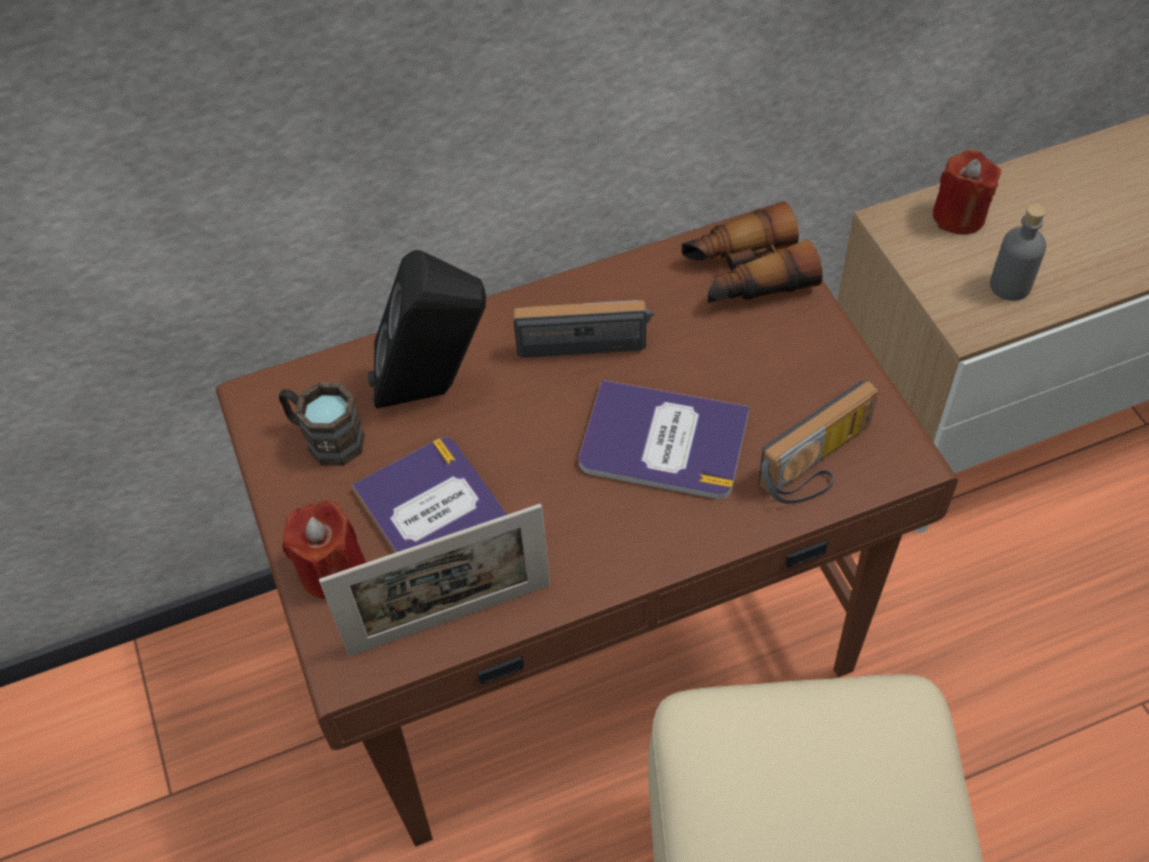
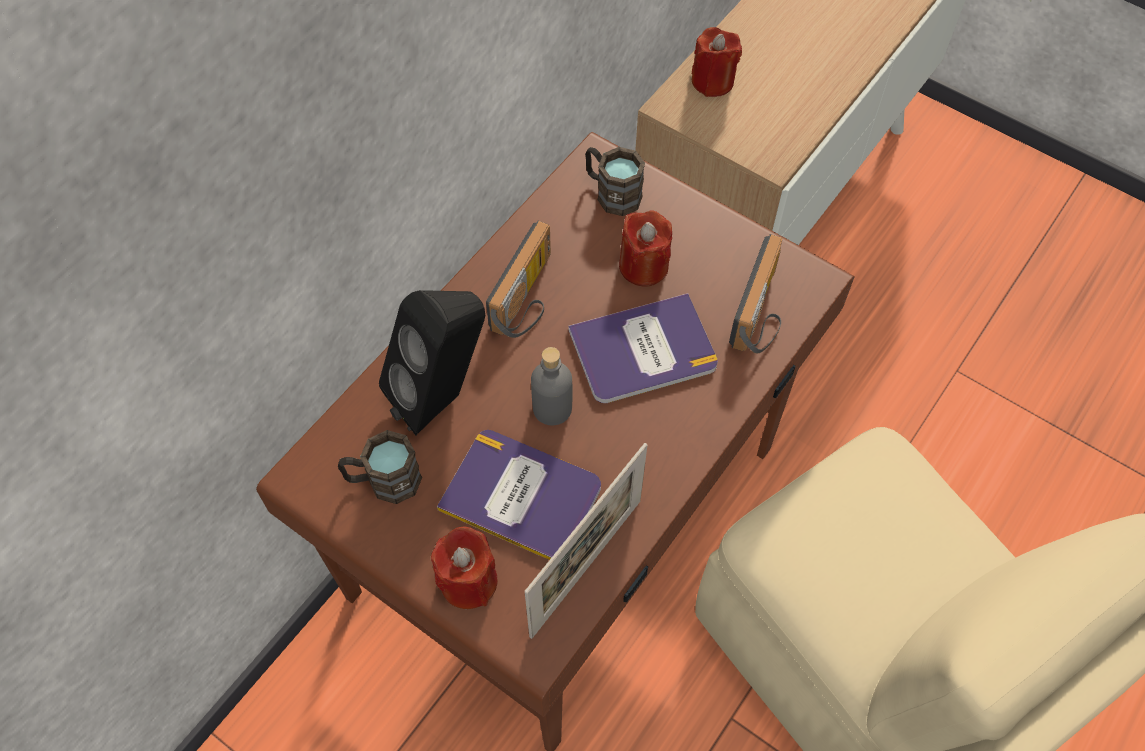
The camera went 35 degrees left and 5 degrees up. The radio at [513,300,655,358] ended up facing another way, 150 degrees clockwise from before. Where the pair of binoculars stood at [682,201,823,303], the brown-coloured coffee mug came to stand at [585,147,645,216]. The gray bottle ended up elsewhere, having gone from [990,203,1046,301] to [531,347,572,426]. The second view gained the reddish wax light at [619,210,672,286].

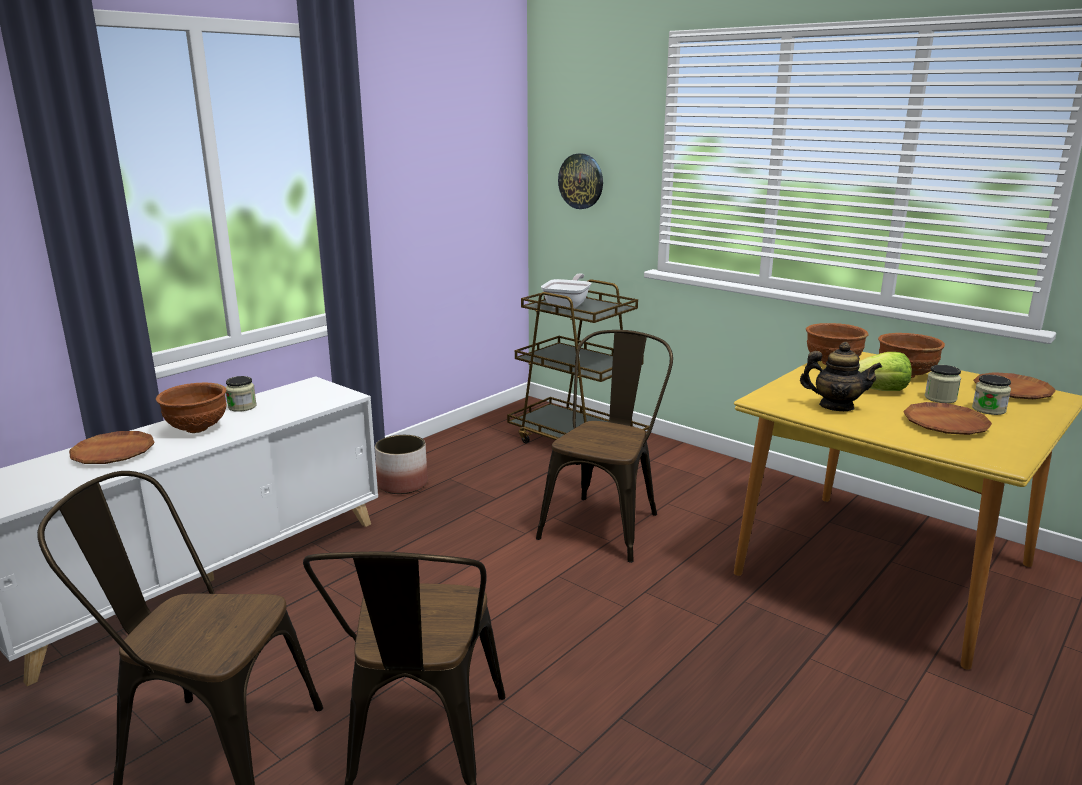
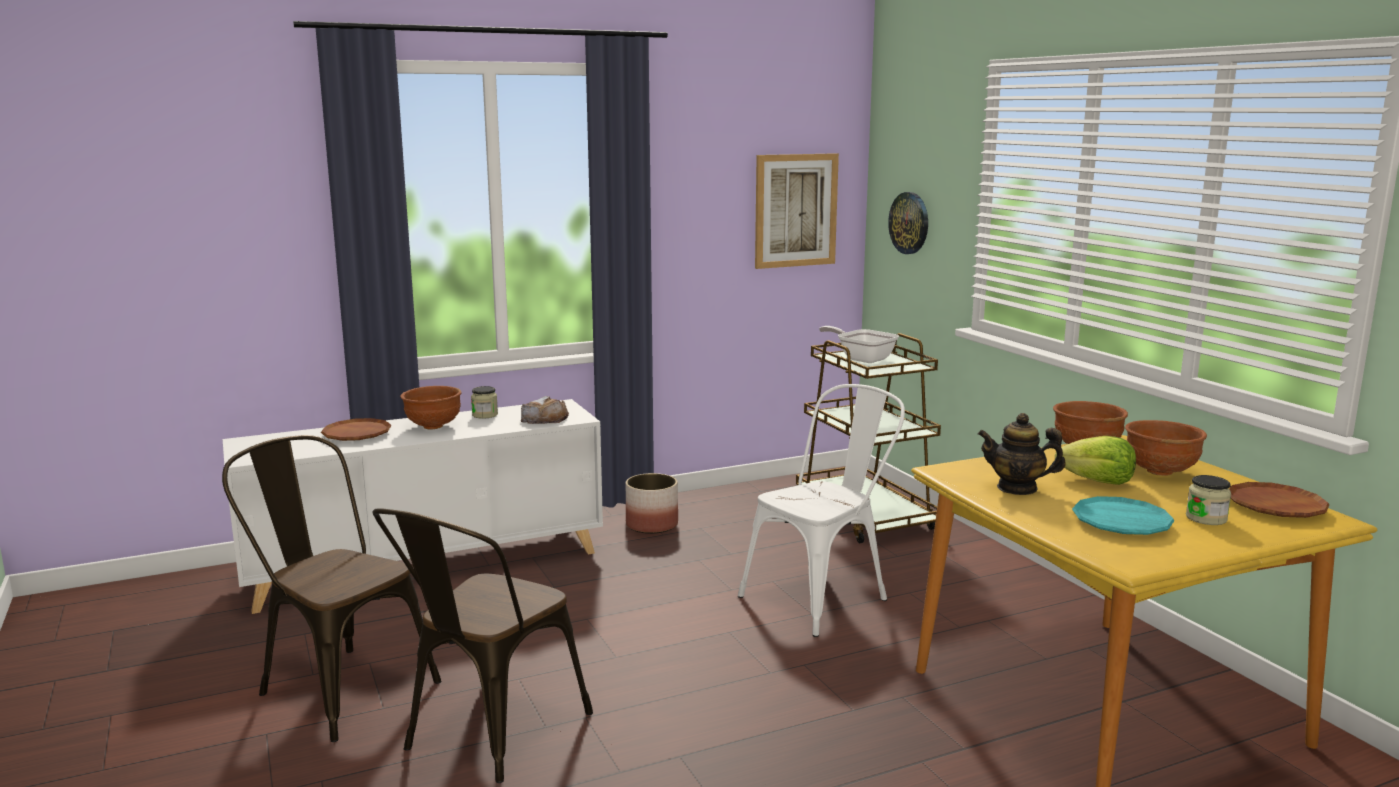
The camera went 25 degrees right and 5 degrees down. What was the brown-coloured plain chair at [536,330,673,563] turned into the white plain chair at [738,384,905,637]. The pan at [541,273,591,309] ended up facing another way, 90 degrees counterclockwise from before. The pot for tea at [800,342,882,411] ended up facing another way, 150 degrees clockwise from before. What was the brown-coloured flat dish at [903,402,992,435] turned into the turquoise flat dish at [1072,496,1174,535]. The second view lost the storage jar at [925,365,961,403]. The second view gained the bakery bread at [521,396,569,424]. The second view gained the picture at [755,153,839,269].

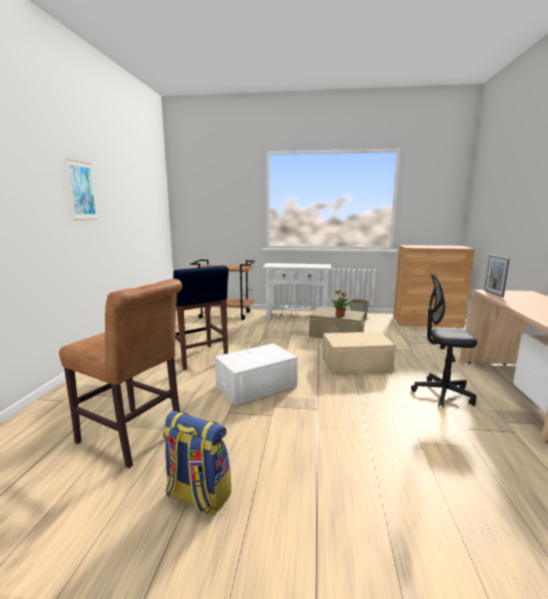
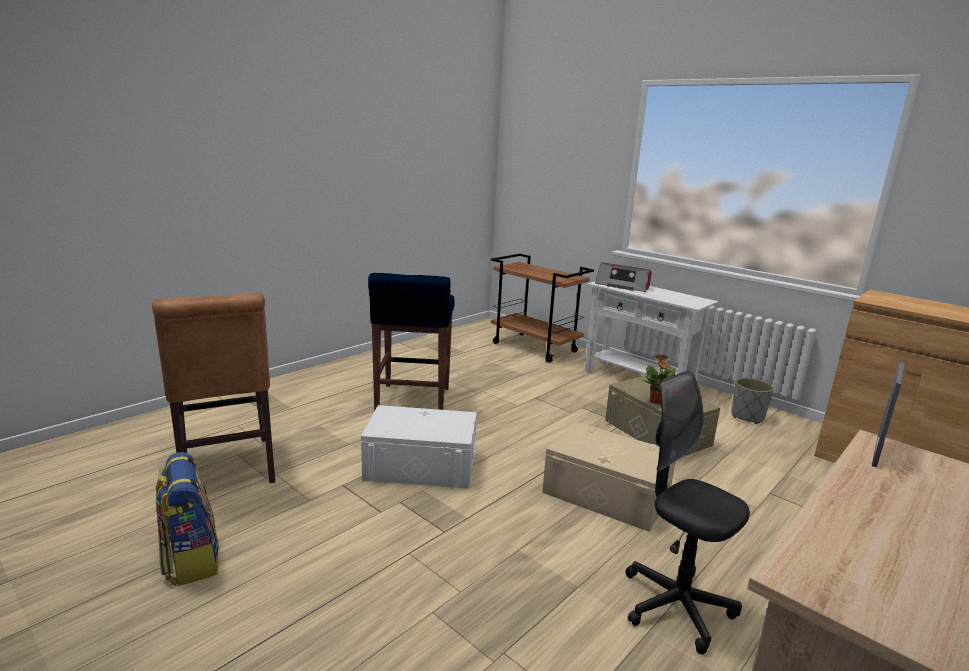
The camera went 35 degrees right and 5 degrees up. The second view lost the picture at [66,159,98,220]. The second view gained the radio at [595,262,652,292].

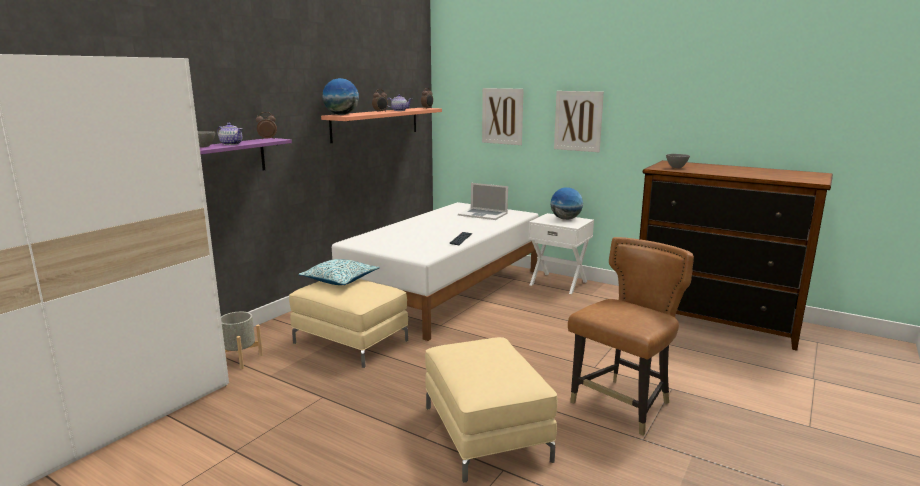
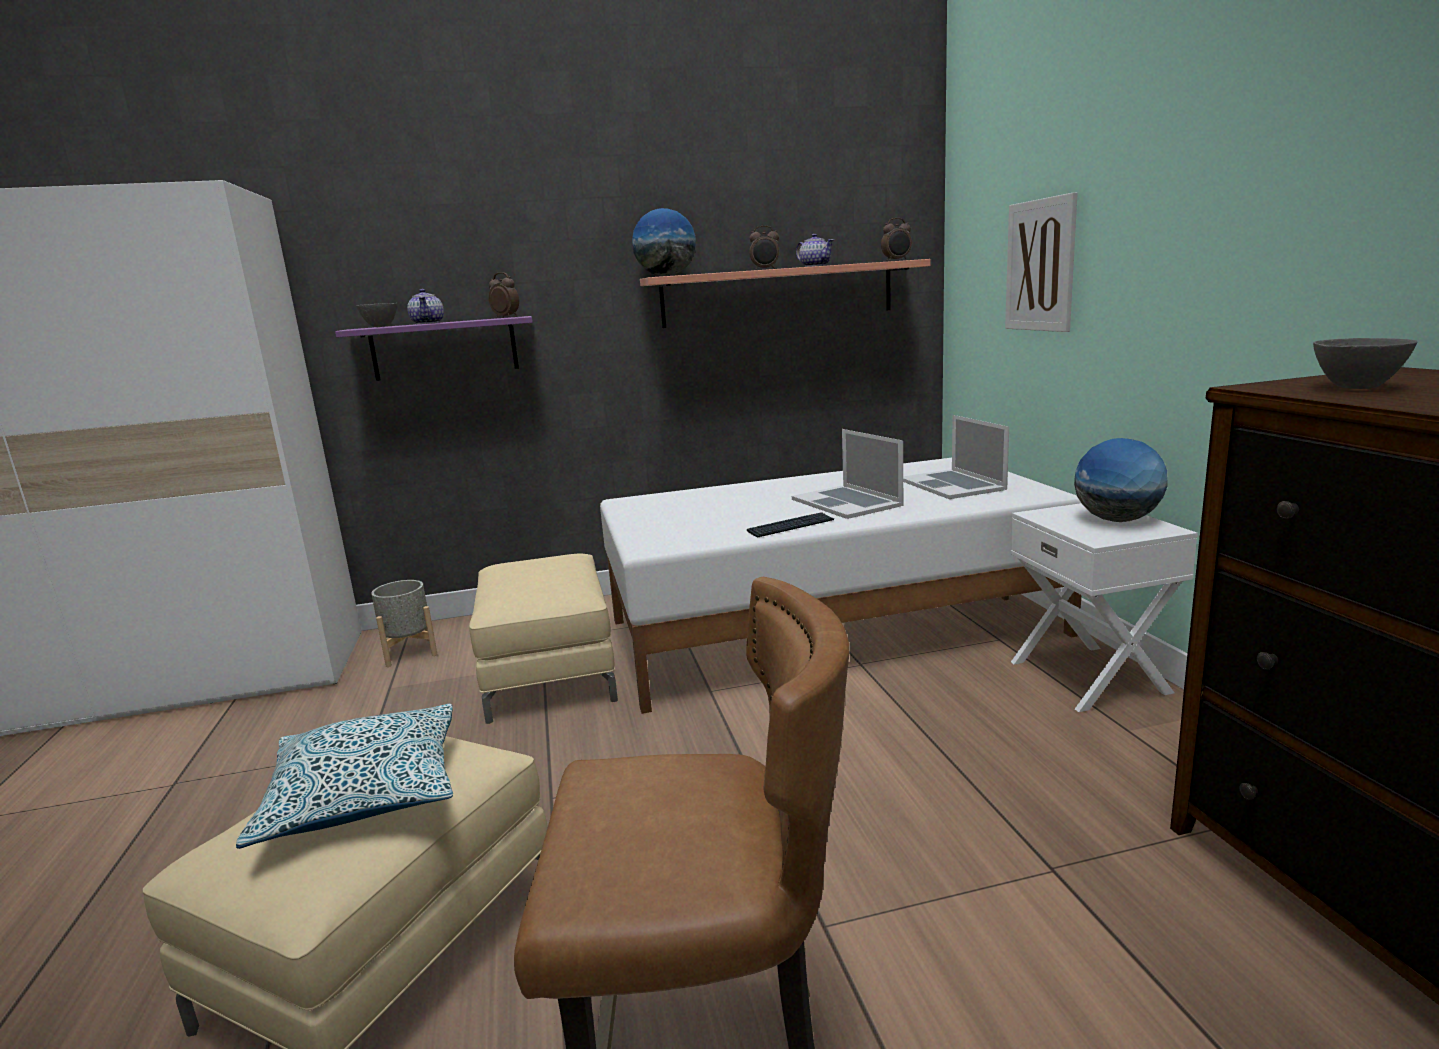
The camera went 45 degrees right and 0 degrees up. The throw pillow ended up elsewhere, having gone from [298,259,380,285] to [236,704,453,849]. The second view lost the picture at [554,91,604,152]. The second view gained the portable computer at [792,429,903,519].

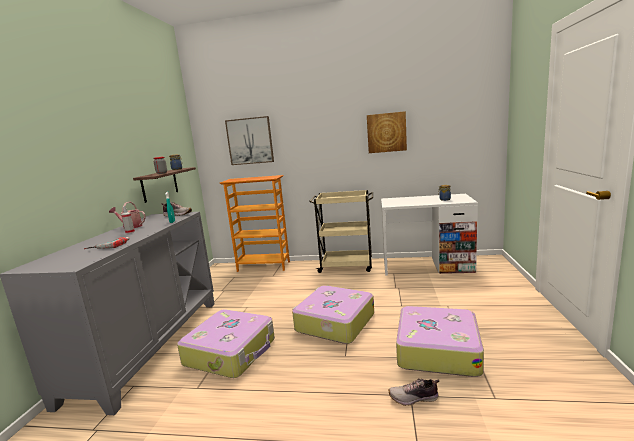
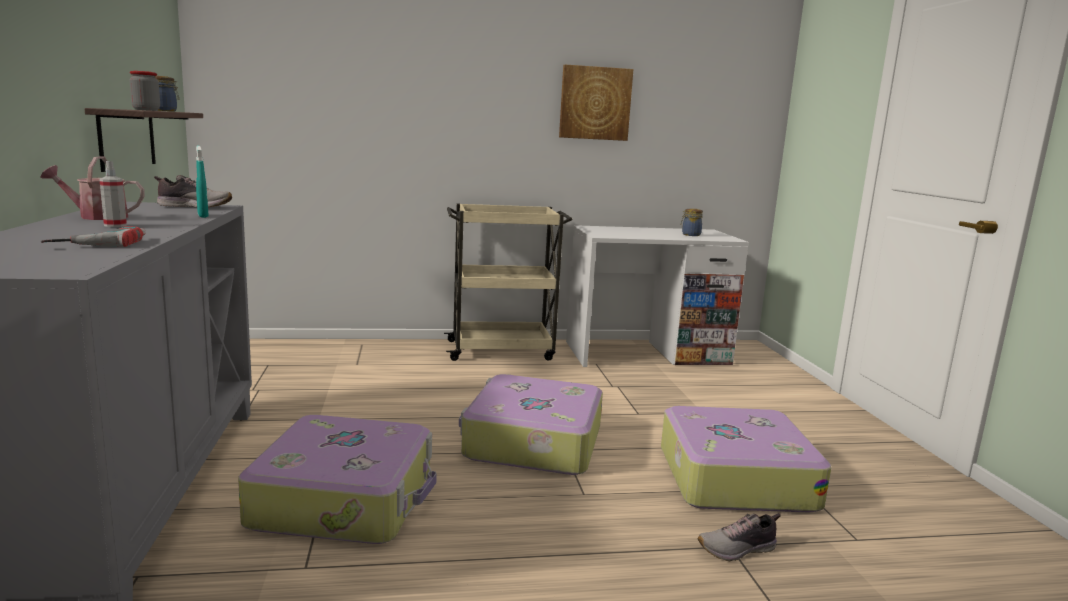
The camera went 20 degrees left and 0 degrees up. The second view lost the shelving unit at [220,175,290,272]. The second view lost the picture at [225,116,274,165].

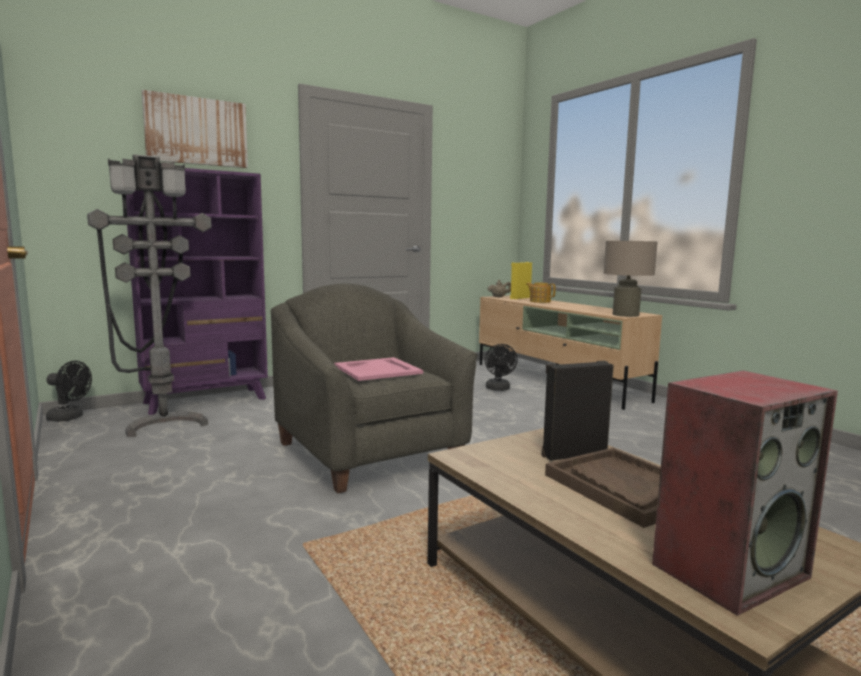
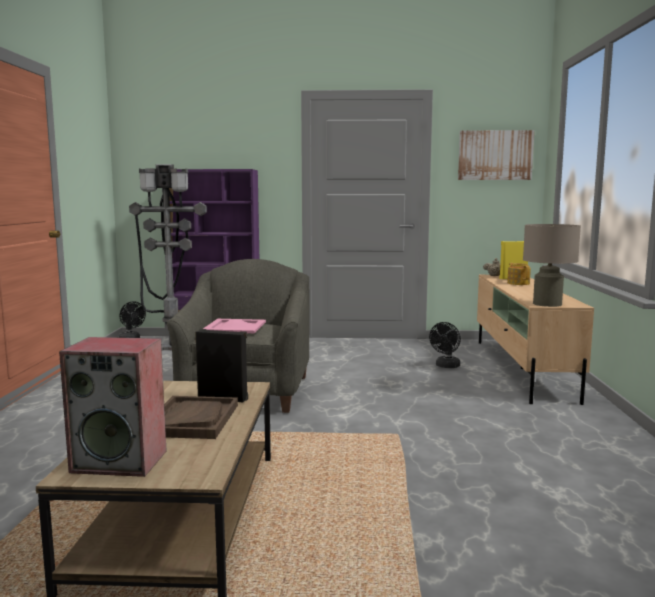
The camera went 35 degrees right and 0 degrees up. The picture ended up elsewhere, having gone from [142,90,248,168] to [458,130,534,180].

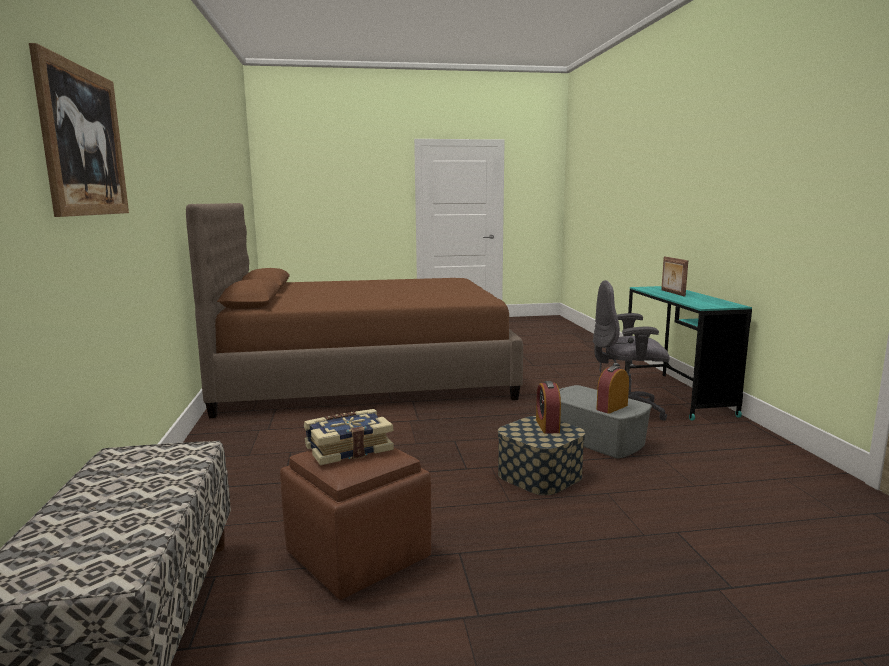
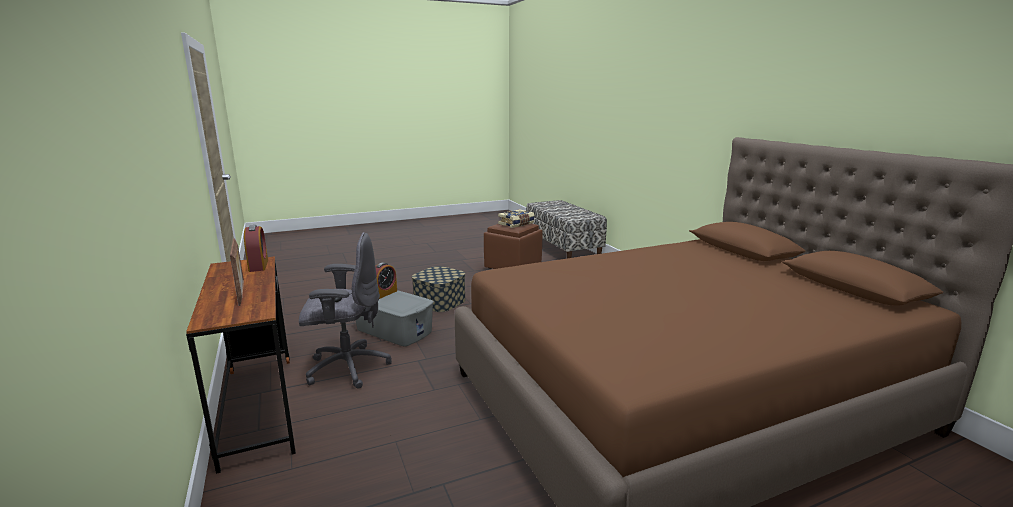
The camera went 165 degrees right and 5 degrees up. The second view lost the picture at [29,43,129,217]. The bedside clock ended up elsewhere, having gone from [536,381,561,434] to [244,225,268,272]. What was the turquoise desk table at [625,286,752,421] turned into the brown-coloured desk table at [186,256,296,474].

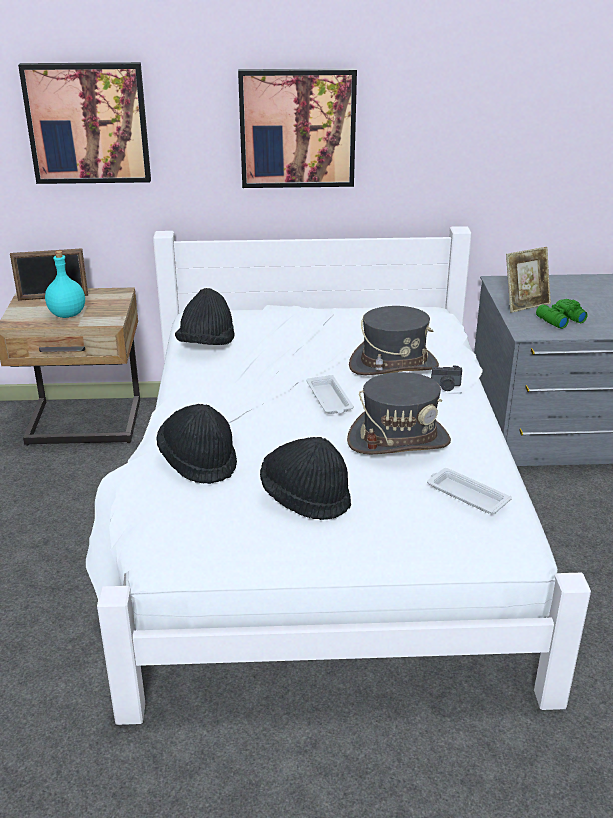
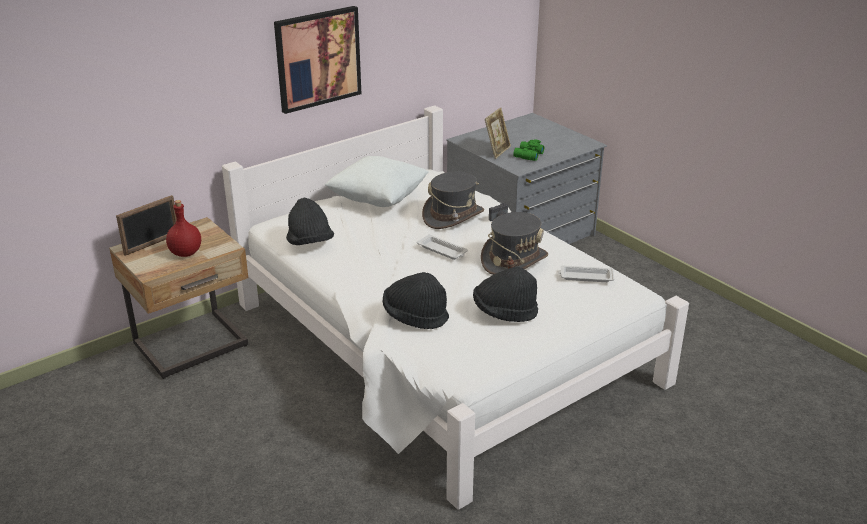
The camera went 35 degrees left and 0 degrees up. The second view lost the picture at [18,62,151,184]. What was the turquoise bottle at [45,250,85,318] turned into the reddish bottle at [166,200,201,257]. The second view gained the white throw pillow at [325,156,429,207].

